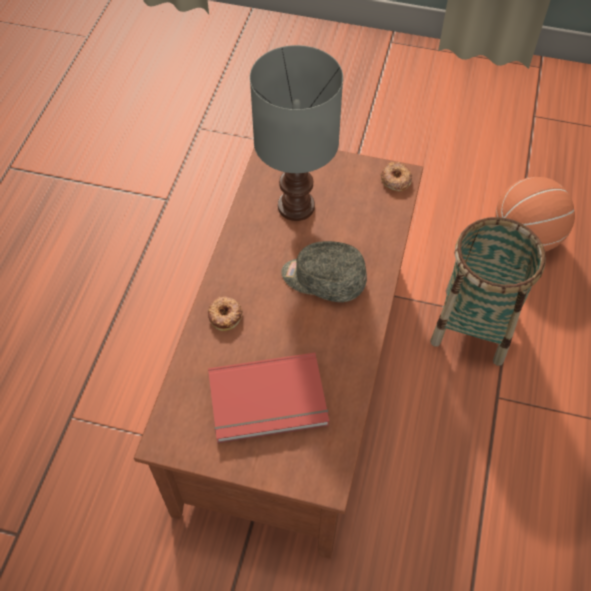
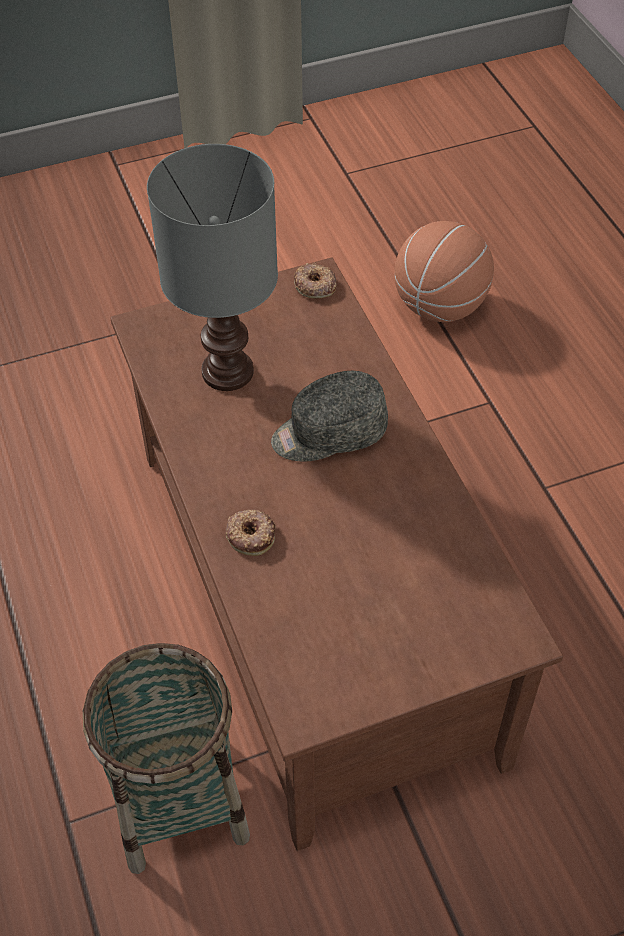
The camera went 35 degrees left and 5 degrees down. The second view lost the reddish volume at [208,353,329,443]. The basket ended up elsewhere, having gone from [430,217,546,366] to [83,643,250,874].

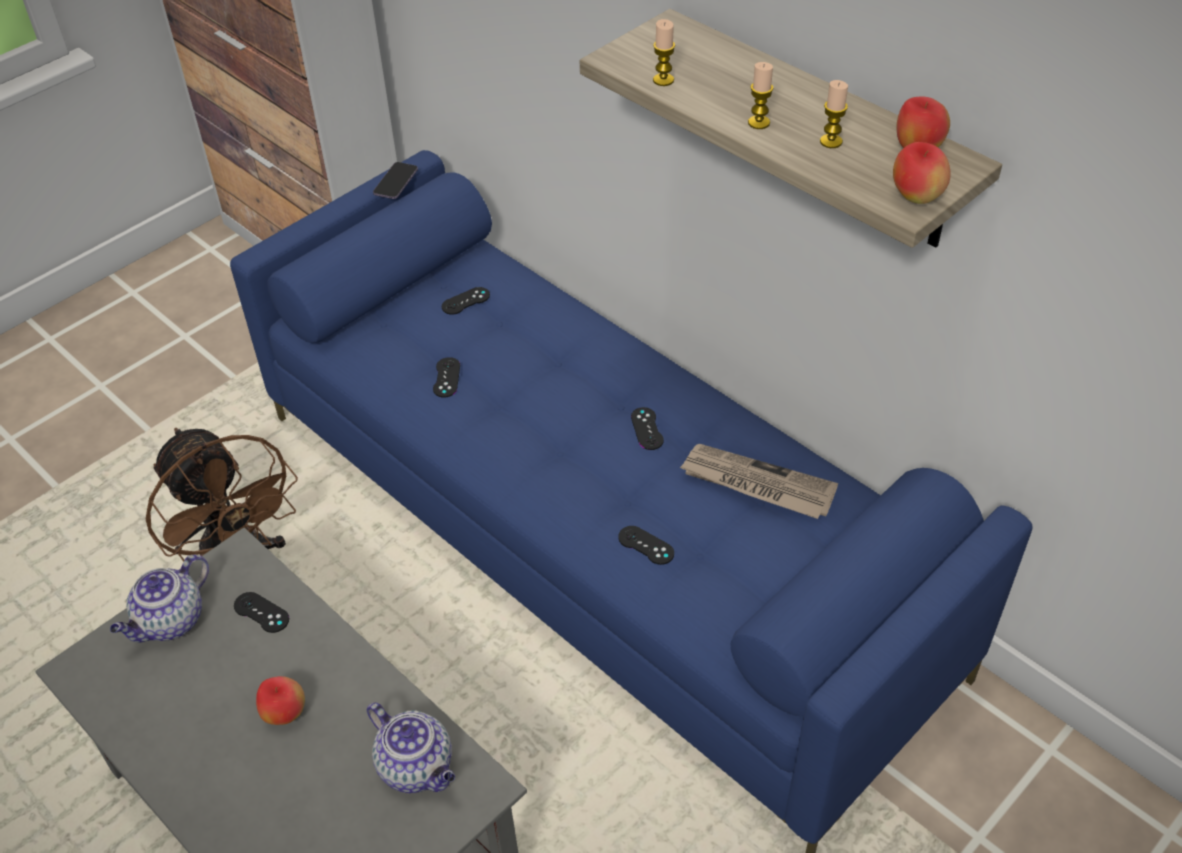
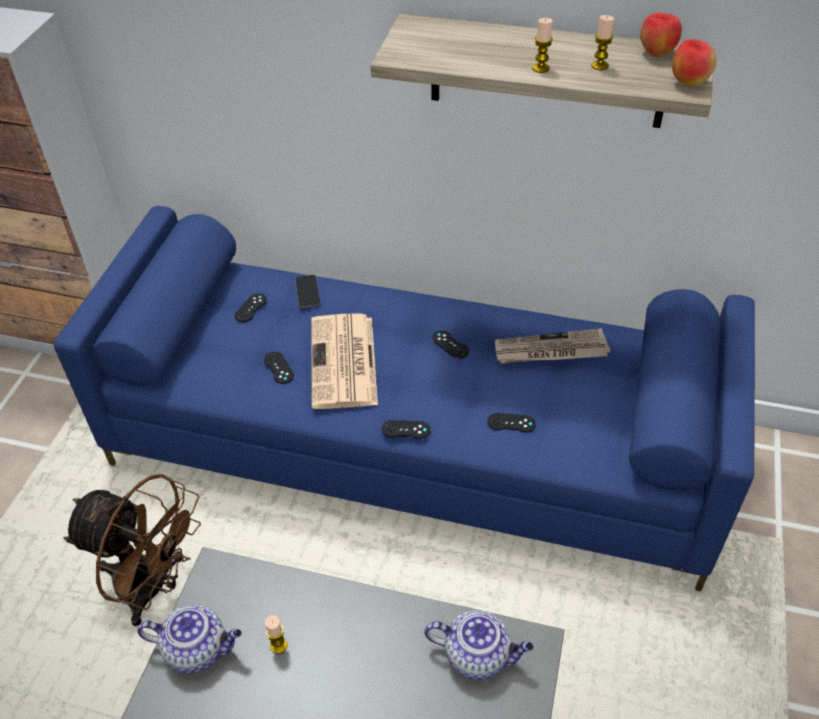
The camera went 30 degrees left and 0 degrees up. The pot for tea at [110,555,209,642] ended up facing another way, 90 degrees counterclockwise from before. The blackish gamepad ended up elsewhere, having gone from [234,592,289,633] to [382,420,430,439]. The second view lost the apple at [256,676,305,725]. The telephone ended up elsewhere, having gone from [373,162,418,199] to [295,275,321,308]. The wax light ended up elsewhere, having gone from [653,19,675,86] to [265,615,288,654]. The second view gained the daily paper at [311,313,378,409].

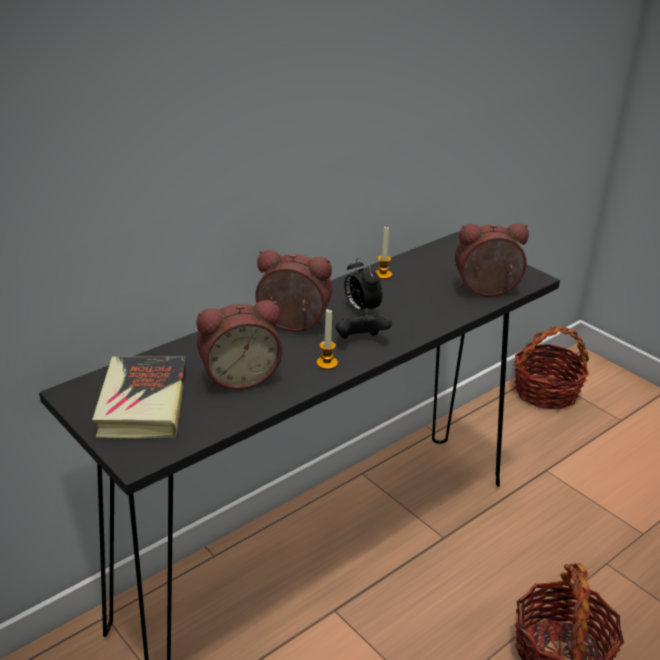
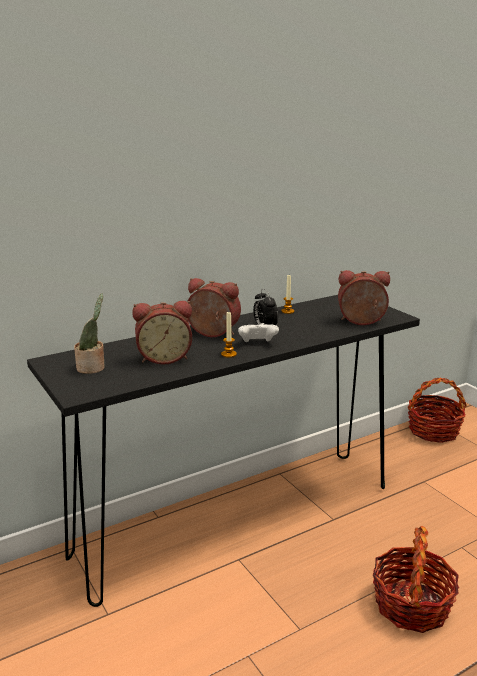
The camera went 10 degrees right and 10 degrees down. Where the volume stood at [92,356,186,439], the plant in a pot came to stand at [74,294,105,374]. What was the blackish gamepad at [336,312,392,339] turned into the white gamepad at [238,323,279,342].

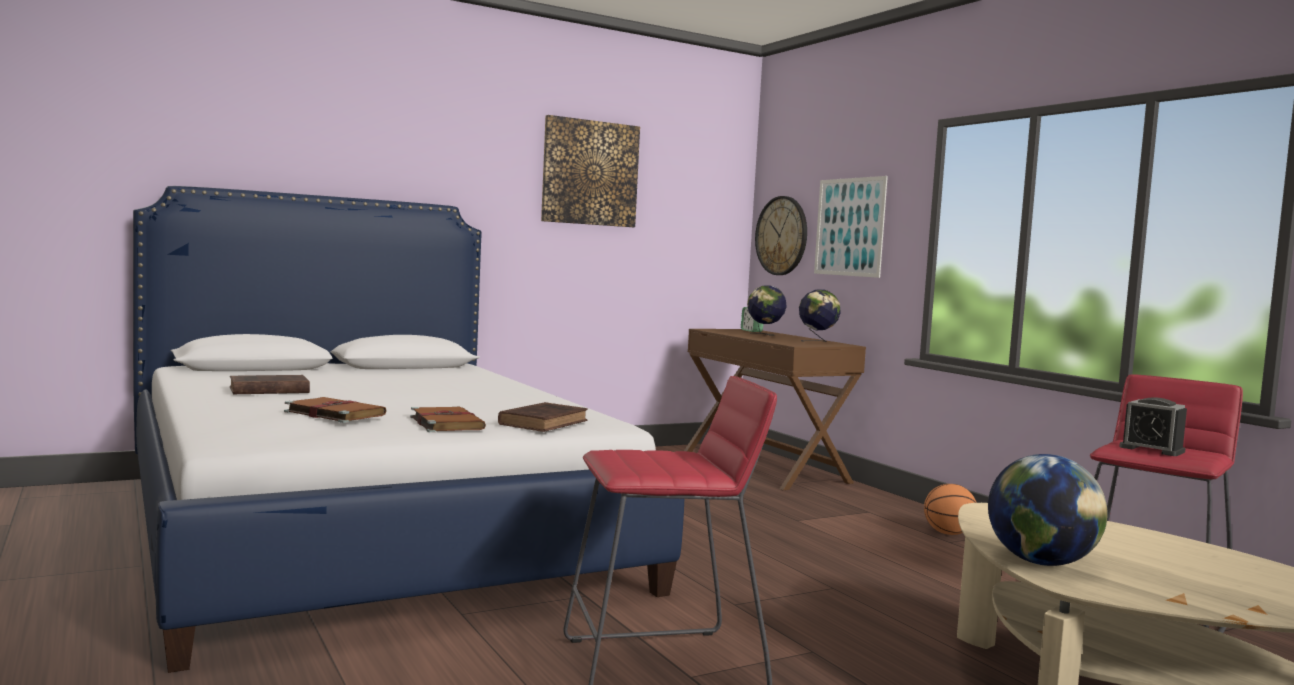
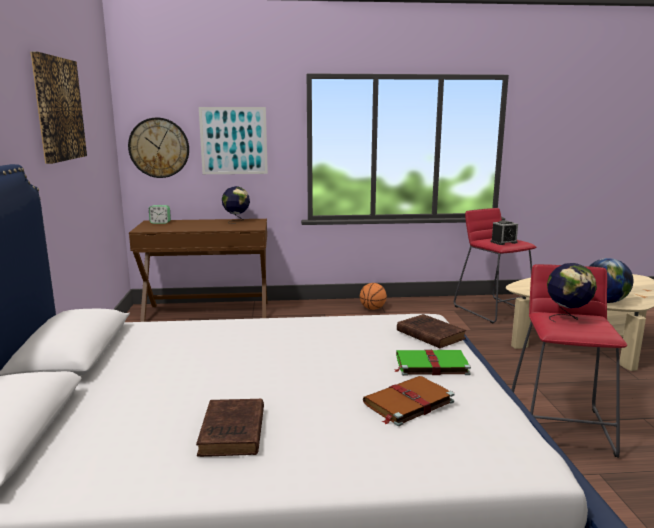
The camera went 65 degrees left and 10 degrees up. What was the brown-coloured volume at [410,407,486,432] turned into the green-coloured volume at [394,350,471,376]. The desk globe ended up elsewhere, having gone from [747,285,787,336] to [547,263,597,322].

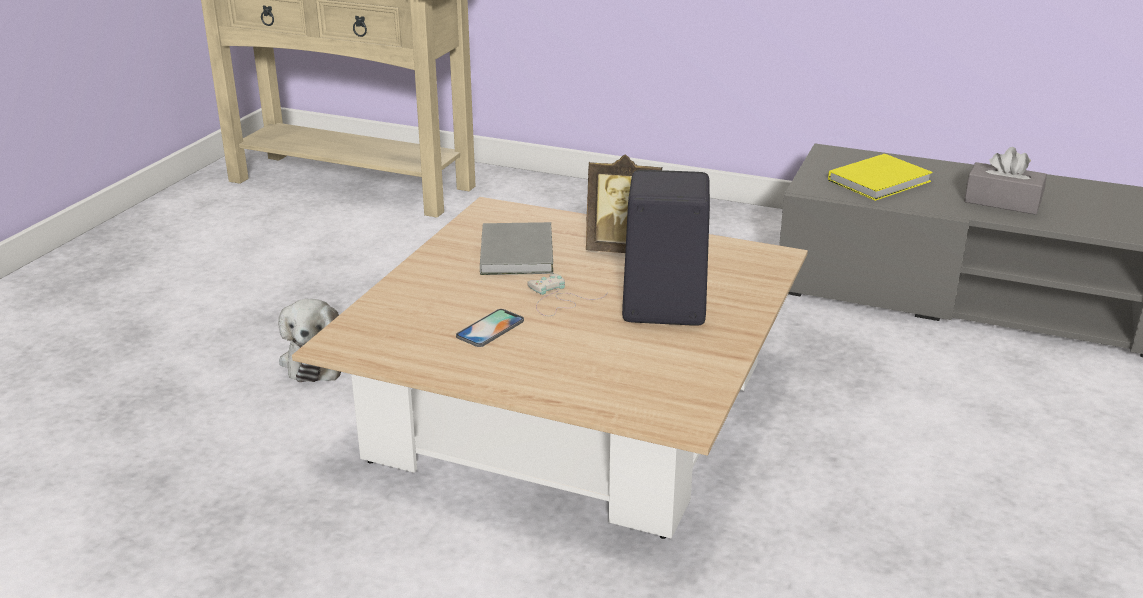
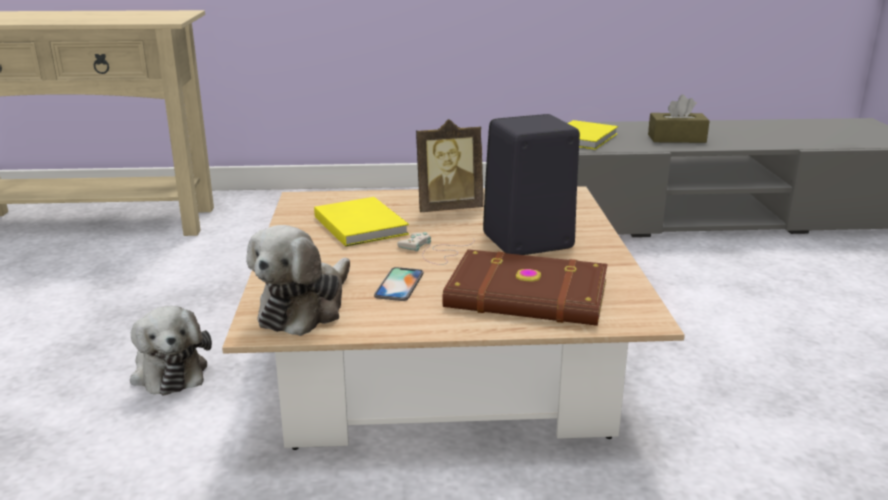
The camera went 25 degrees left and 5 degrees down. What was the gray volume at [480,222,553,275] turned into the yellowish volume at [314,197,409,247]. What was the gray tissue holder at [964,147,1047,215] turned into the brown-coloured tissue holder at [648,95,710,143]. The second view gained the plush toy at [246,225,350,336]. The second view gained the brown-coloured volume at [442,249,607,326].

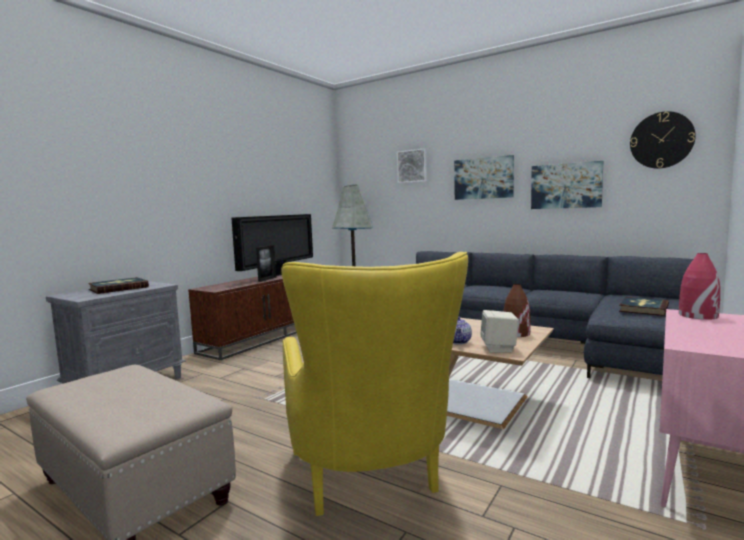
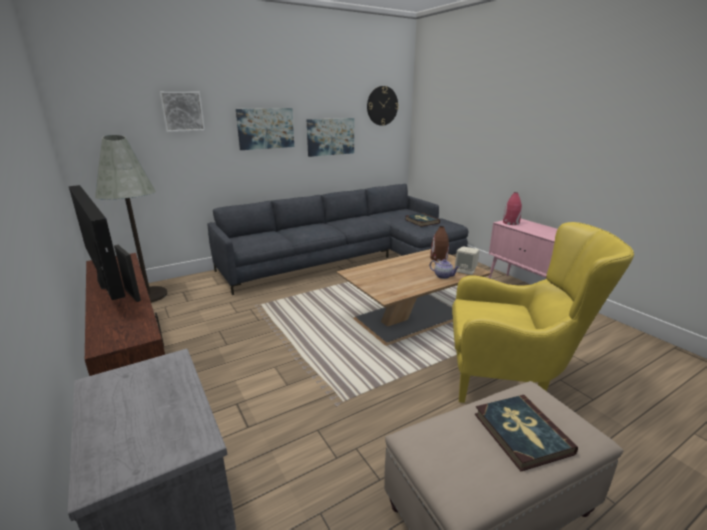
The camera went 65 degrees left and 15 degrees up. The volume ended up elsewhere, having gone from [88,277,149,294] to [475,395,578,471].

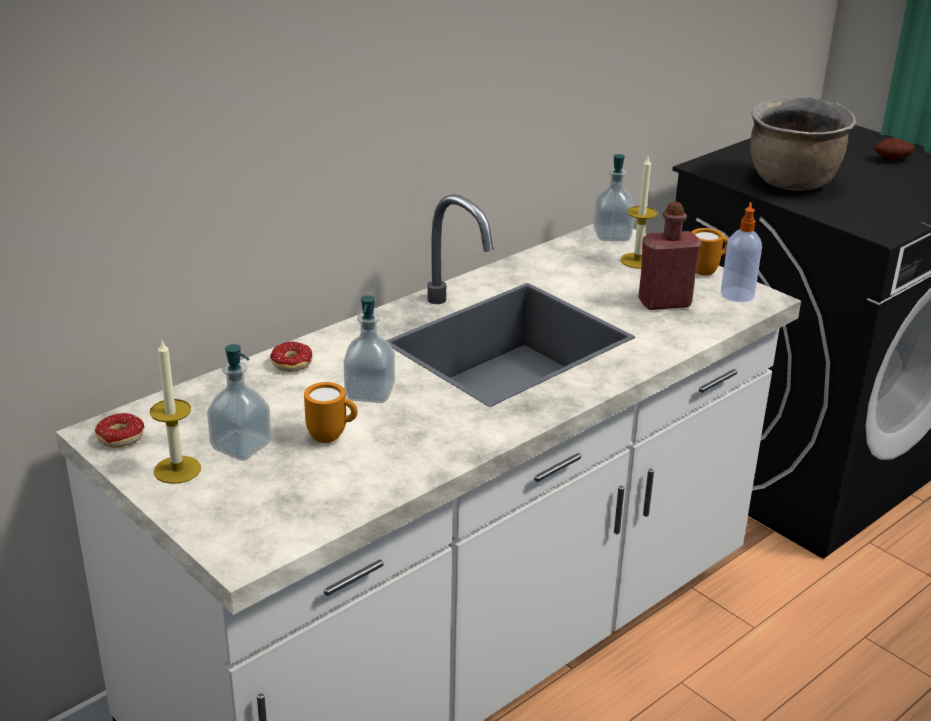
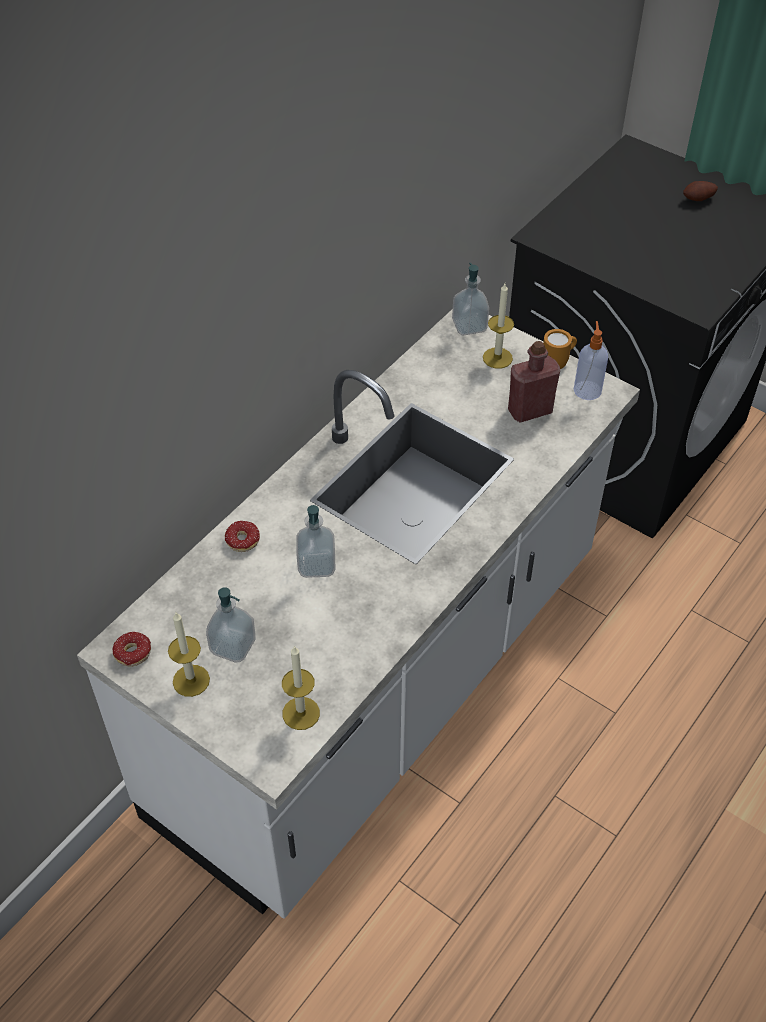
The camera went 10 degrees left and 20 degrees up. The second view lost the orange coffee mug at [304,382,358,443]. The second view lost the brown-coloured saucepot at [750,97,856,191]. The second view gained the wax light at [282,646,320,730].

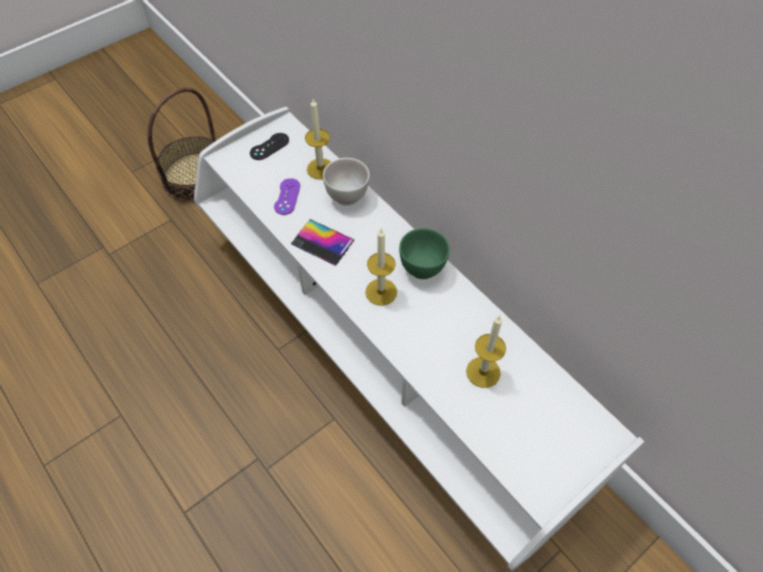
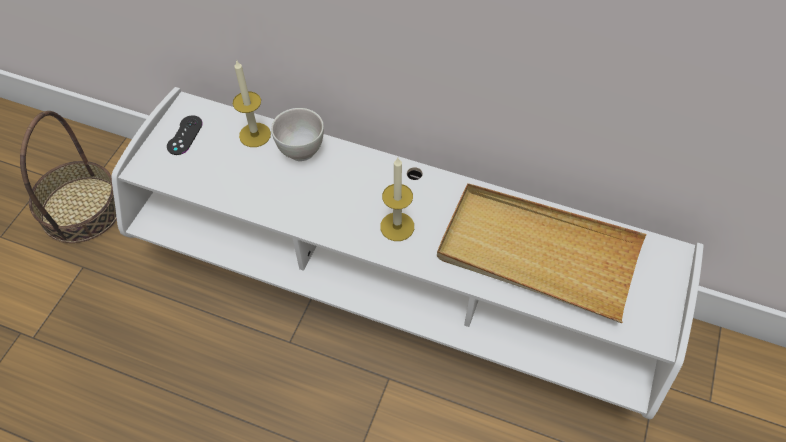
The camera went 30 degrees left and 0 degrees up. The second view lost the purplish gamepad at [274,178,300,215]. The second view lost the telephone at [291,219,354,266]. The second view lost the green-coloured deep dish at [399,228,450,279]. Where the wax light stood at [466,315,506,388], the beige tray came to stand at [437,183,647,323].

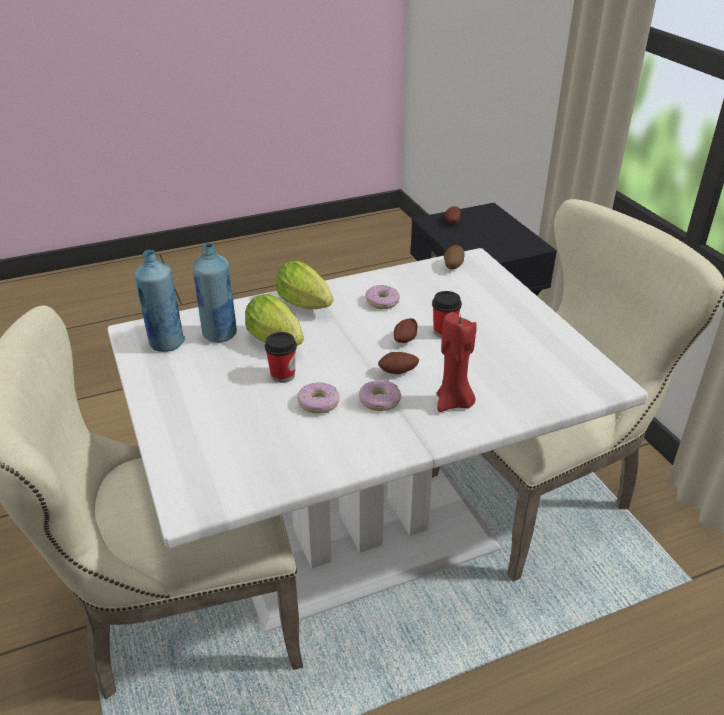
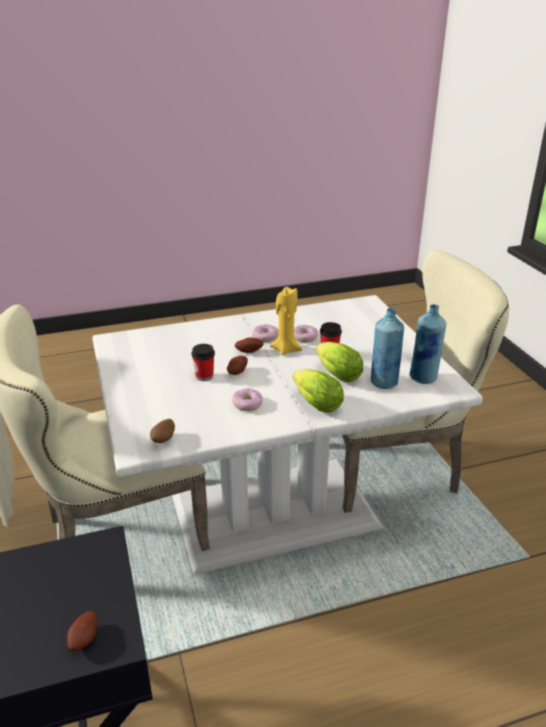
The camera went 175 degrees left and 5 degrees down. The second view lost the reddish wax light at [437,312,477,412]. The second view gained the yellowish wax light at [270,287,302,355].

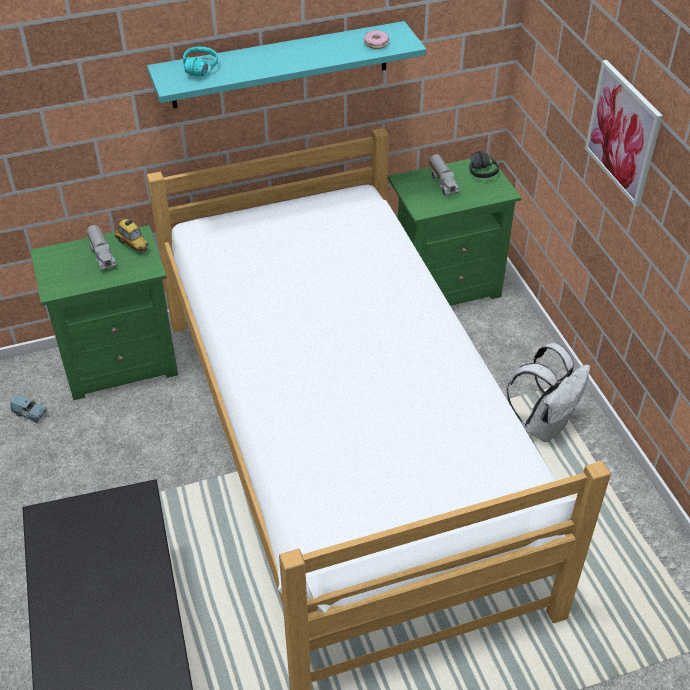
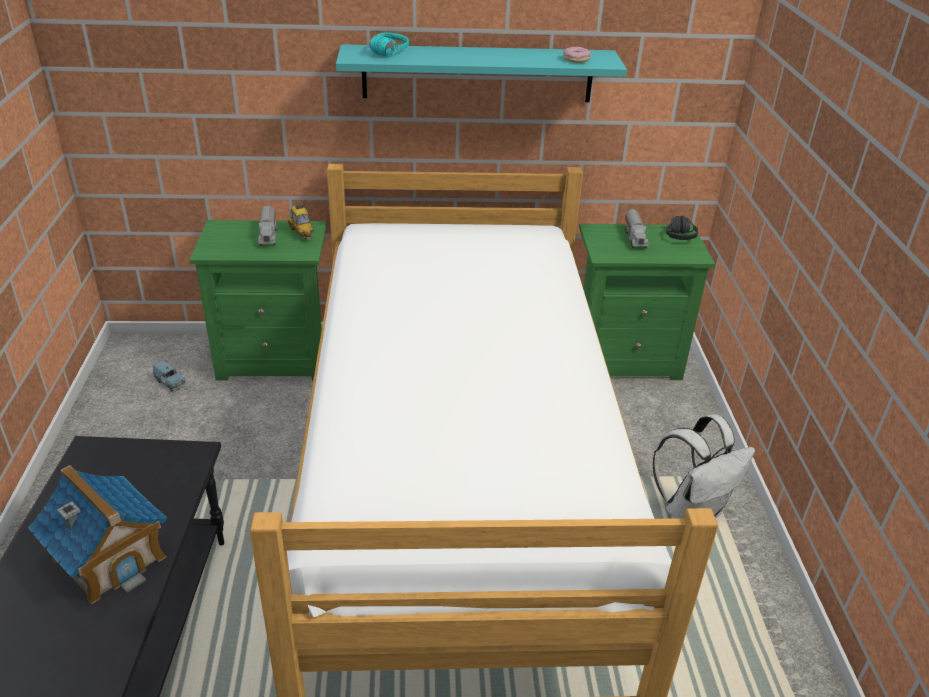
The camera went 15 degrees right and 10 degrees down. The second view lost the picture at [585,60,663,207]. The second view gained the toy house at [28,465,168,604].

